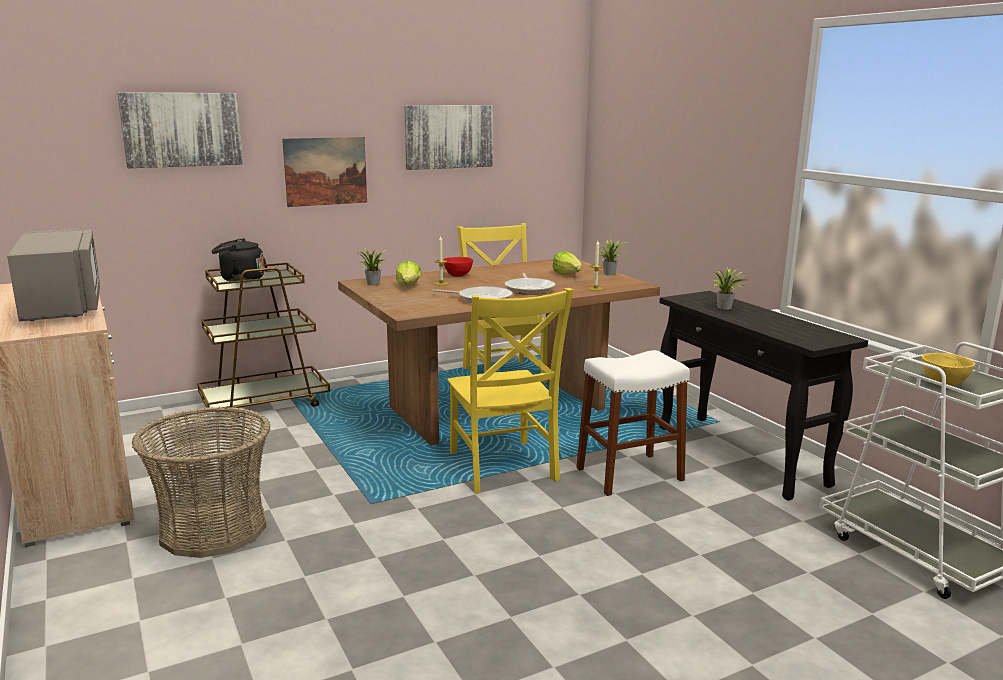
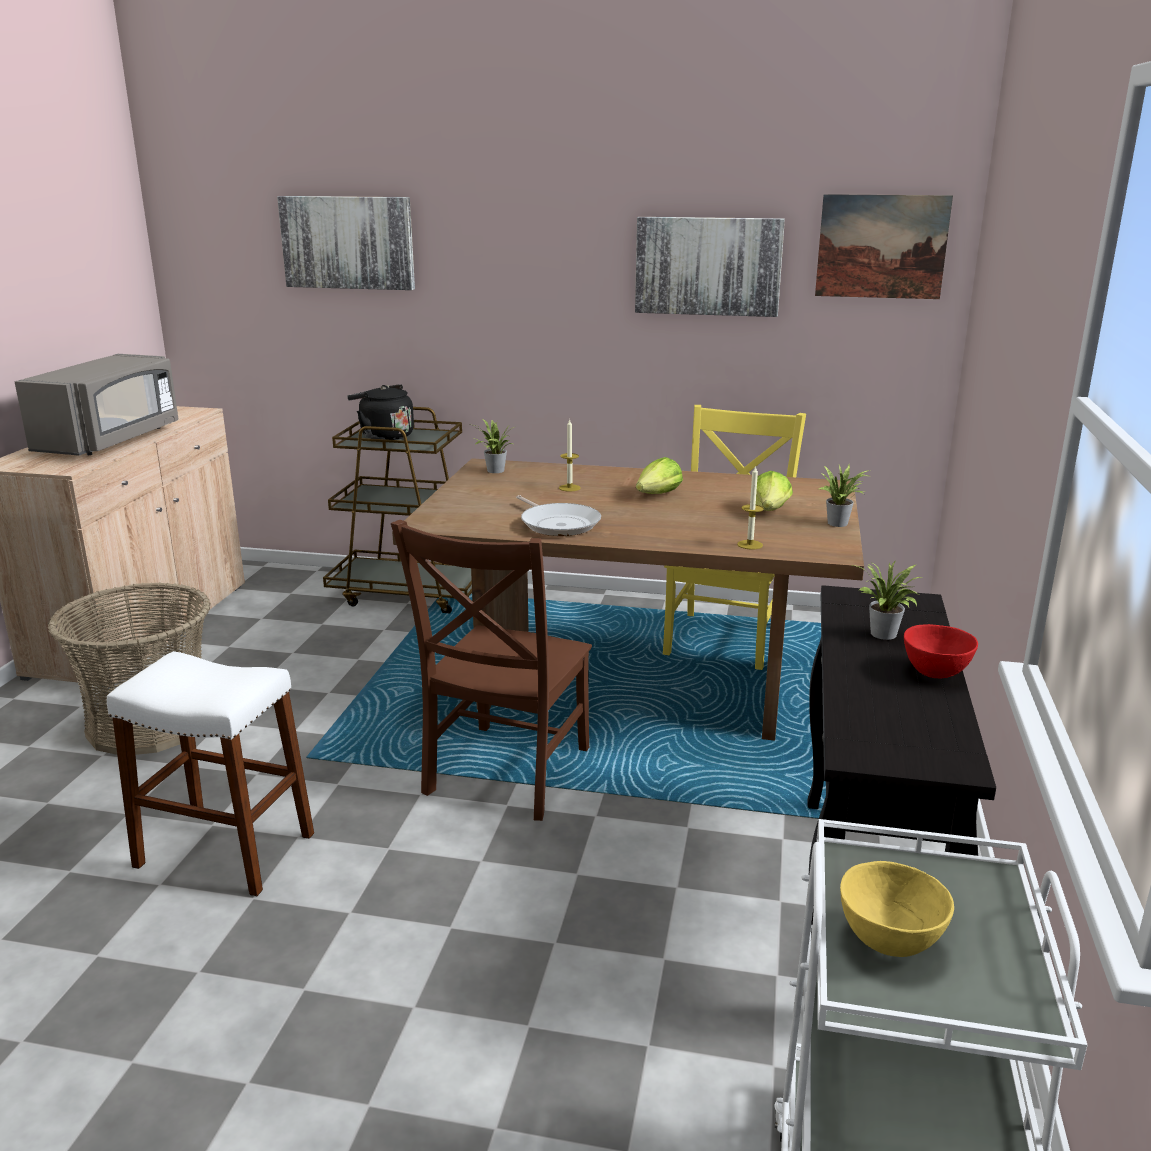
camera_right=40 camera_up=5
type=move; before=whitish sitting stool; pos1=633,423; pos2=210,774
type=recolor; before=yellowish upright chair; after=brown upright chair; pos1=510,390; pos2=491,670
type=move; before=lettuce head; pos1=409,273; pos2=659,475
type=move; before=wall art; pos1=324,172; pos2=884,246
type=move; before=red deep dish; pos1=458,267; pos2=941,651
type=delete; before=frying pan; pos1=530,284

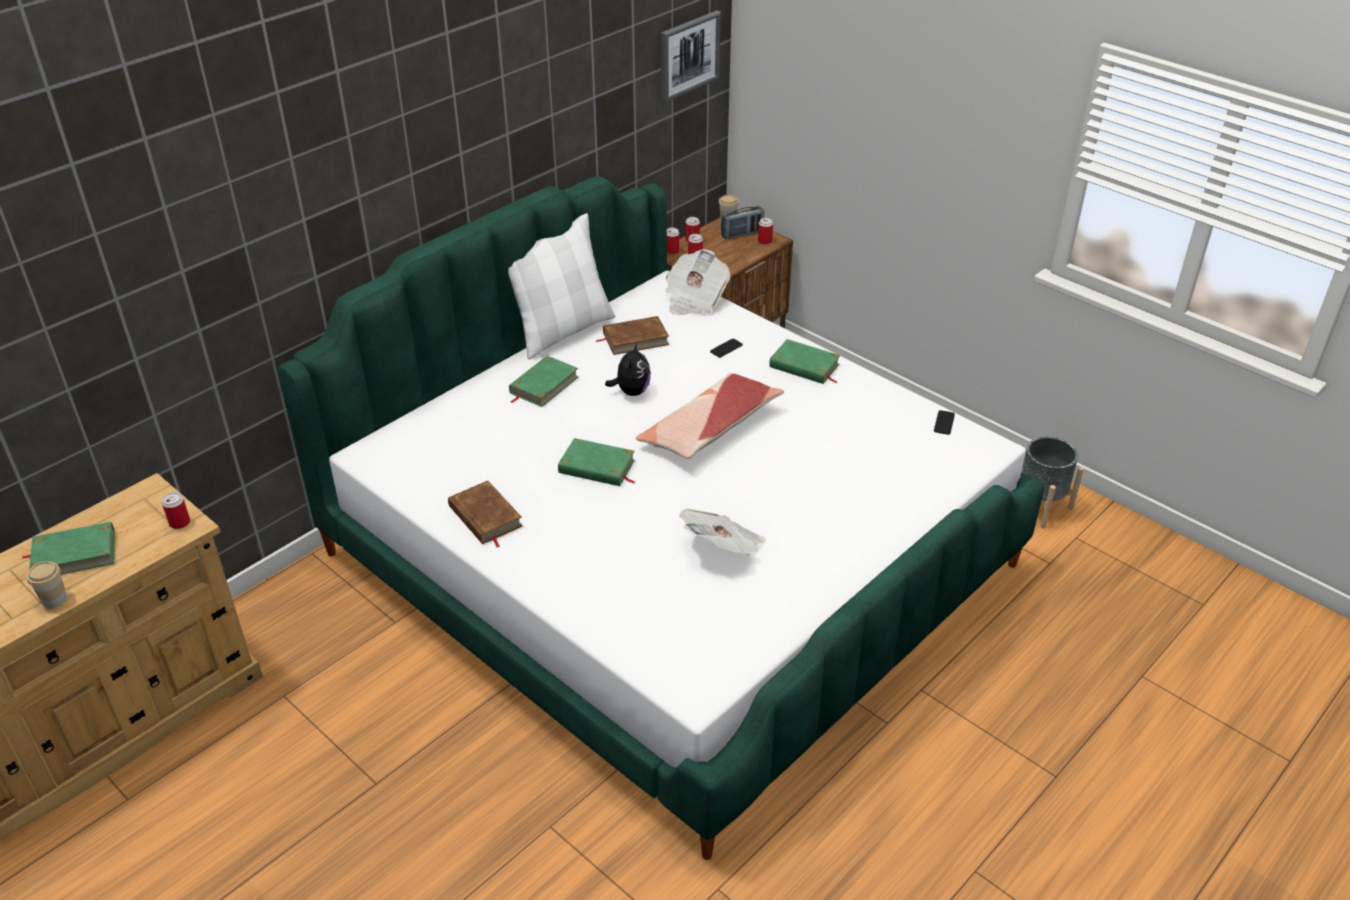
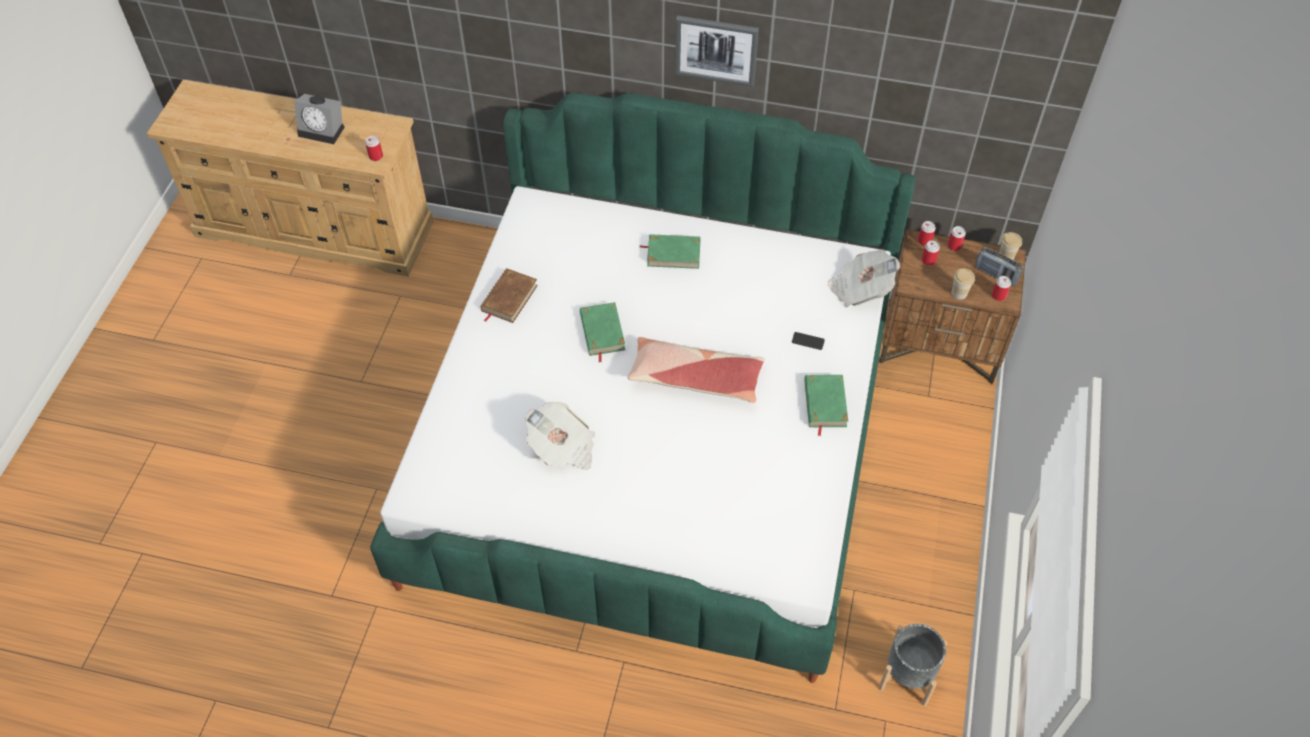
camera_right=60 camera_up=15
type=replace; before=green bound book; after=bedside clock; pos1=68,548; pos2=319,119
type=move; before=wall art; pos1=691,56; pos2=717,51
type=move; before=cup; pos1=46,584; pos2=963,284
type=delete; before=whitish cushion; pos1=561,286
type=delete; before=brown bound book; pos1=632,335
type=delete; before=cuddly toy; pos1=628,369
type=delete; before=phone; pos1=944,422

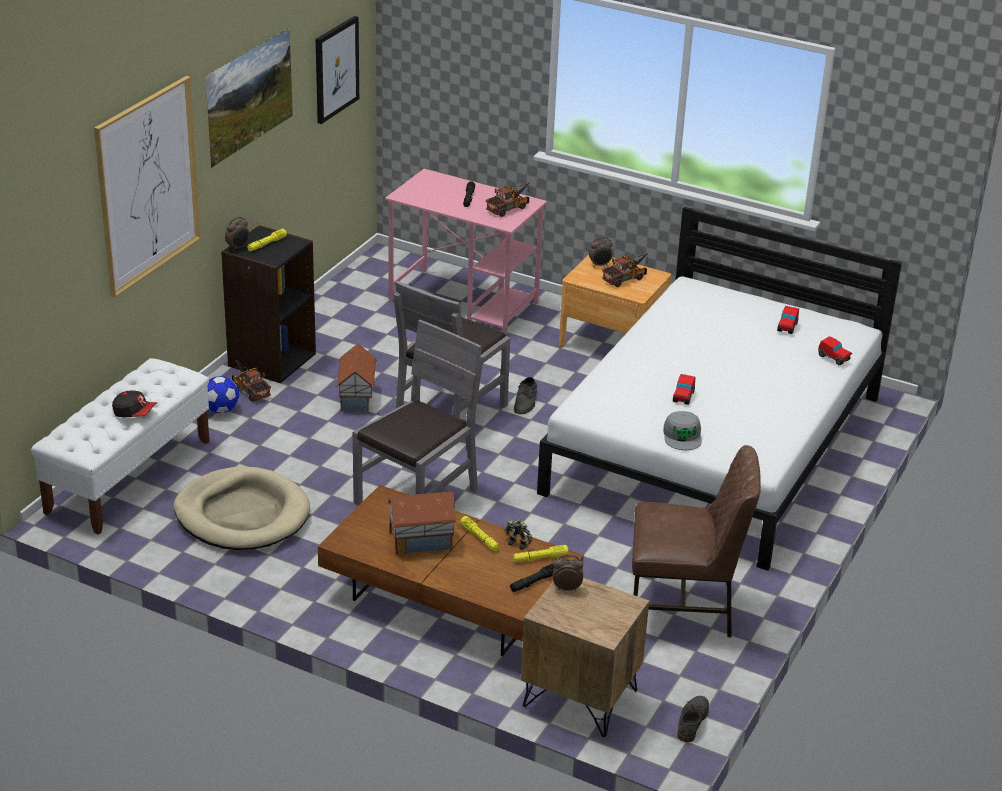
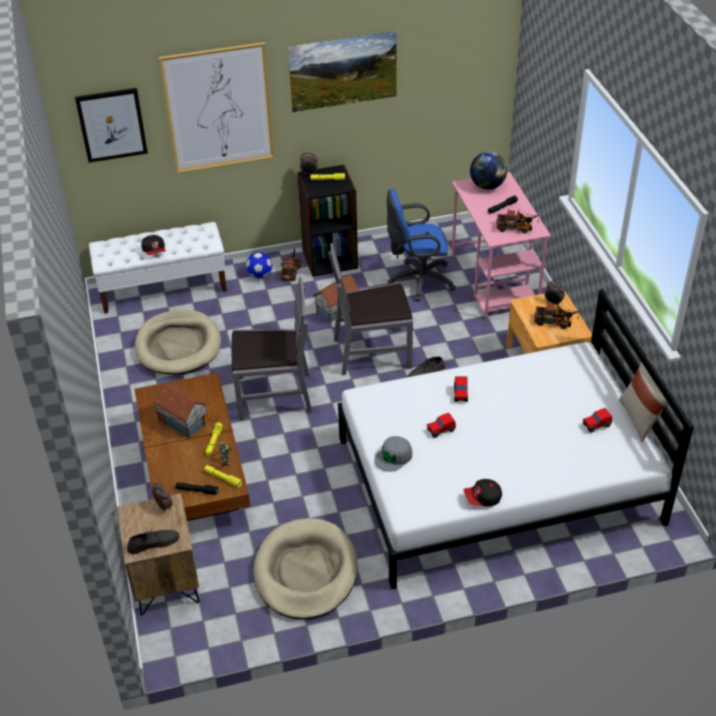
camera_right=50 camera_up=10
type=move; before=wall art; pos1=337,70; pos2=111,125
type=move; before=gray shoe; pos1=693,719; pos2=153,542
type=replace; before=brown upright chair; after=beige-coloured dog cushion; pos1=696,541; pos2=305,569
type=insert; after=blue-coloured desk chair; pos2=421,245
type=move; before=toy car; pos1=835,350; pos2=461,389
type=insert; after=cap; pos2=482,493
type=insert; after=desk globe; pos2=488,171
type=insert; after=beige-coloured cushion; pos2=644,399

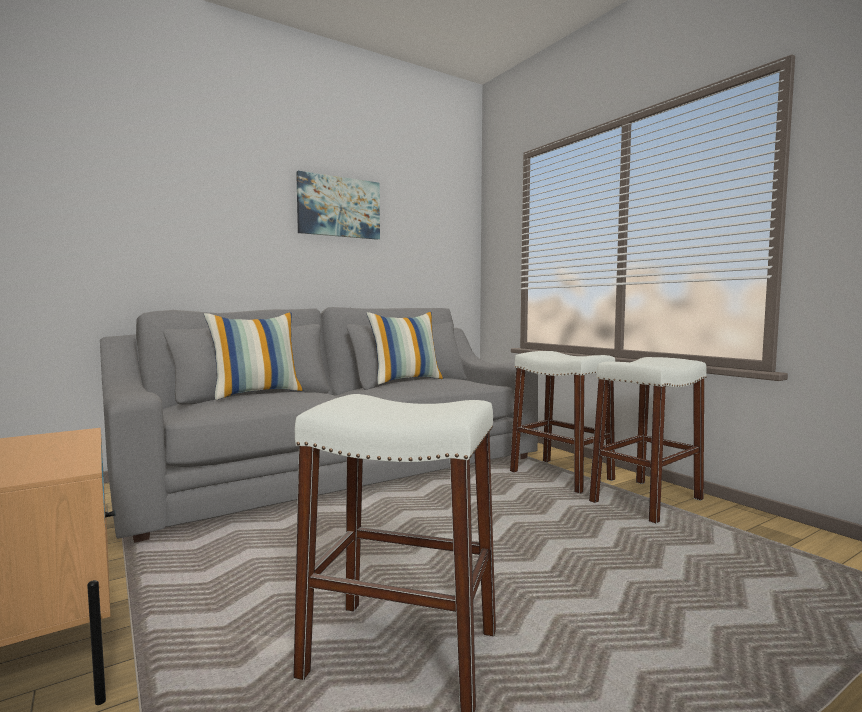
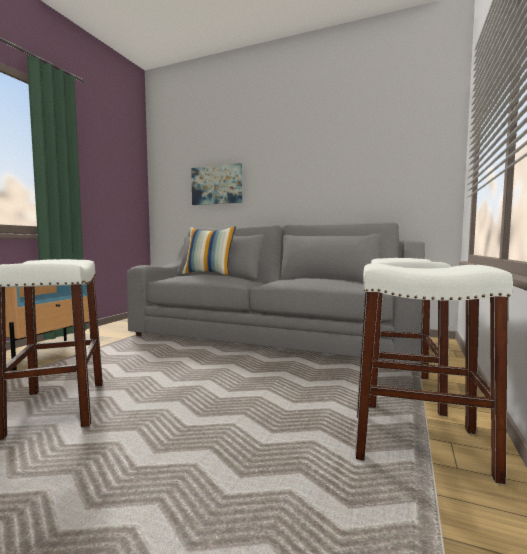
camera_right=55 camera_up=0
type=move; before=wall art; pos1=338,205; pos2=216,184
type=delete; before=cushion; pos1=404,348

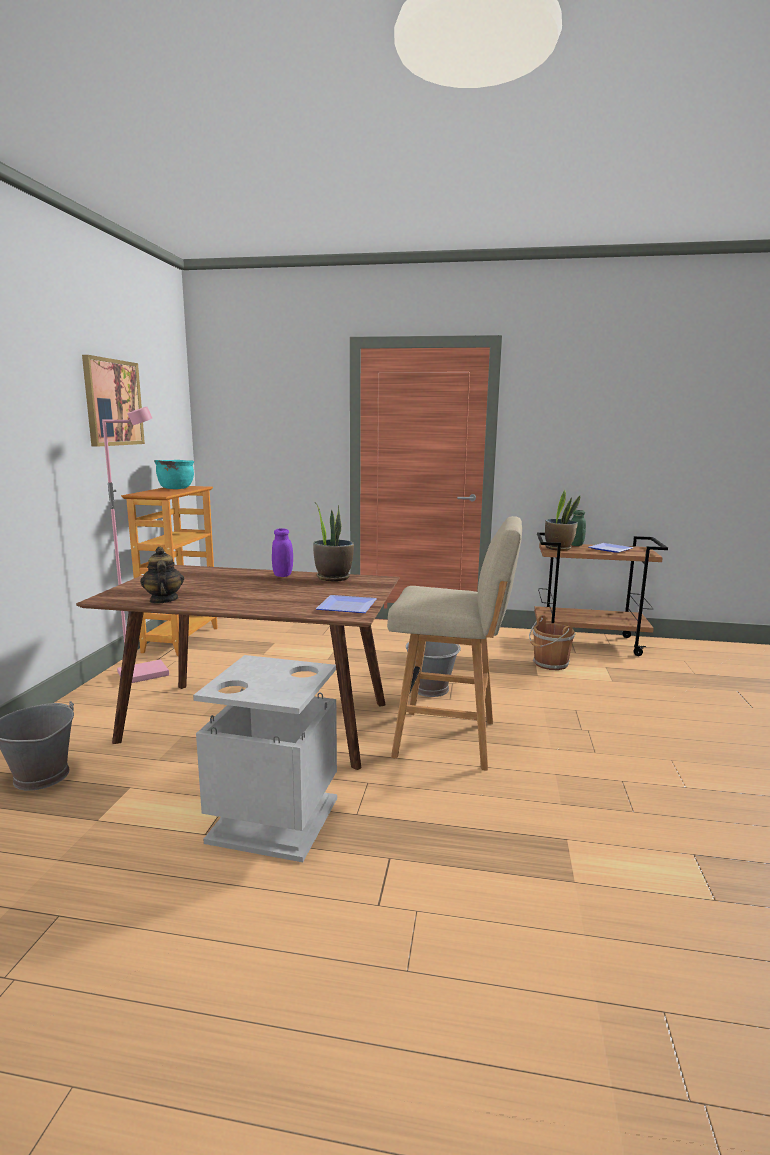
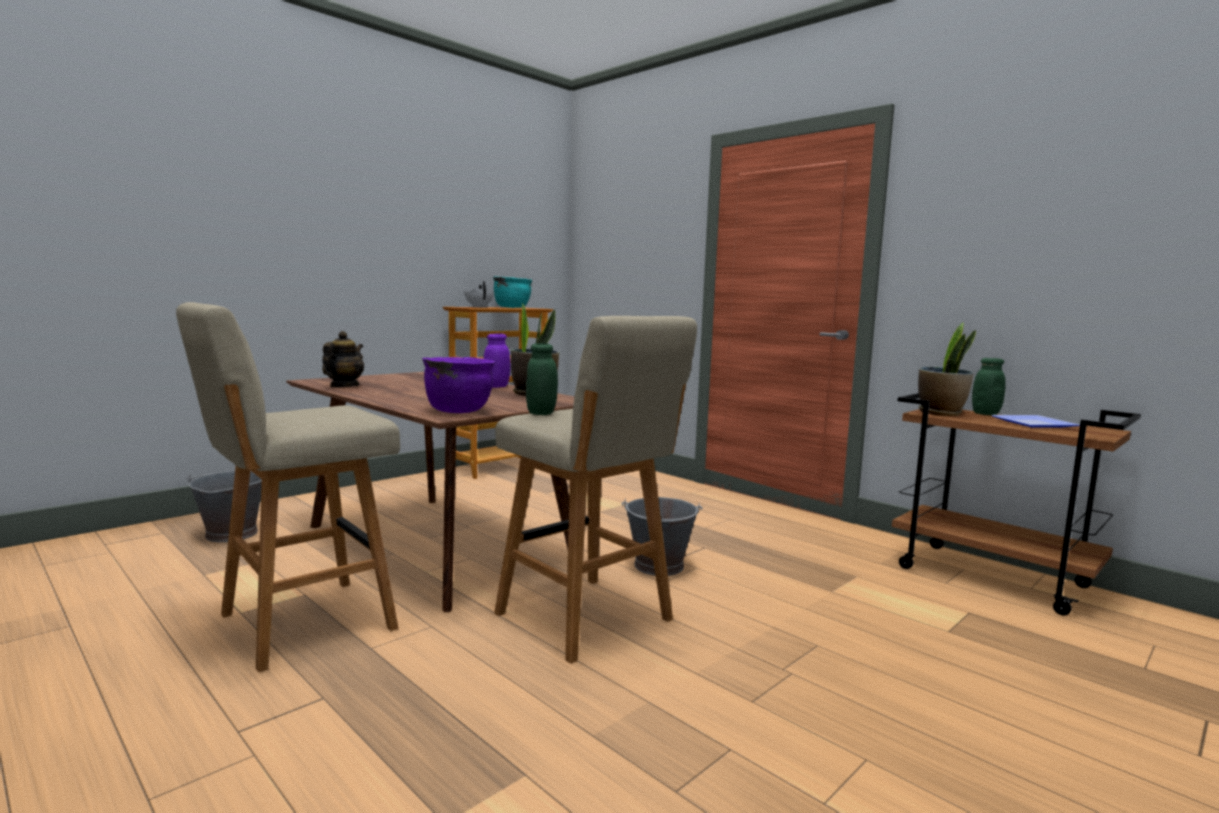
camera_right=35 camera_up=-5
type=replace; before=gray rubbish bin; after=beige-coloured sitting stool; pos1=265,758; pos2=288,487
type=replace; before=plate; after=purple-coloured saucepot; pos1=346,604; pos2=458,385
type=insert; after=whitish tea pot; pos2=479,294
type=insert; after=green preserve jar; pos2=542,379
type=delete; before=wall art; pos1=113,401
type=delete; before=pink standard lamp; pos1=135,545
type=delete; before=brown bucket; pos1=552,642

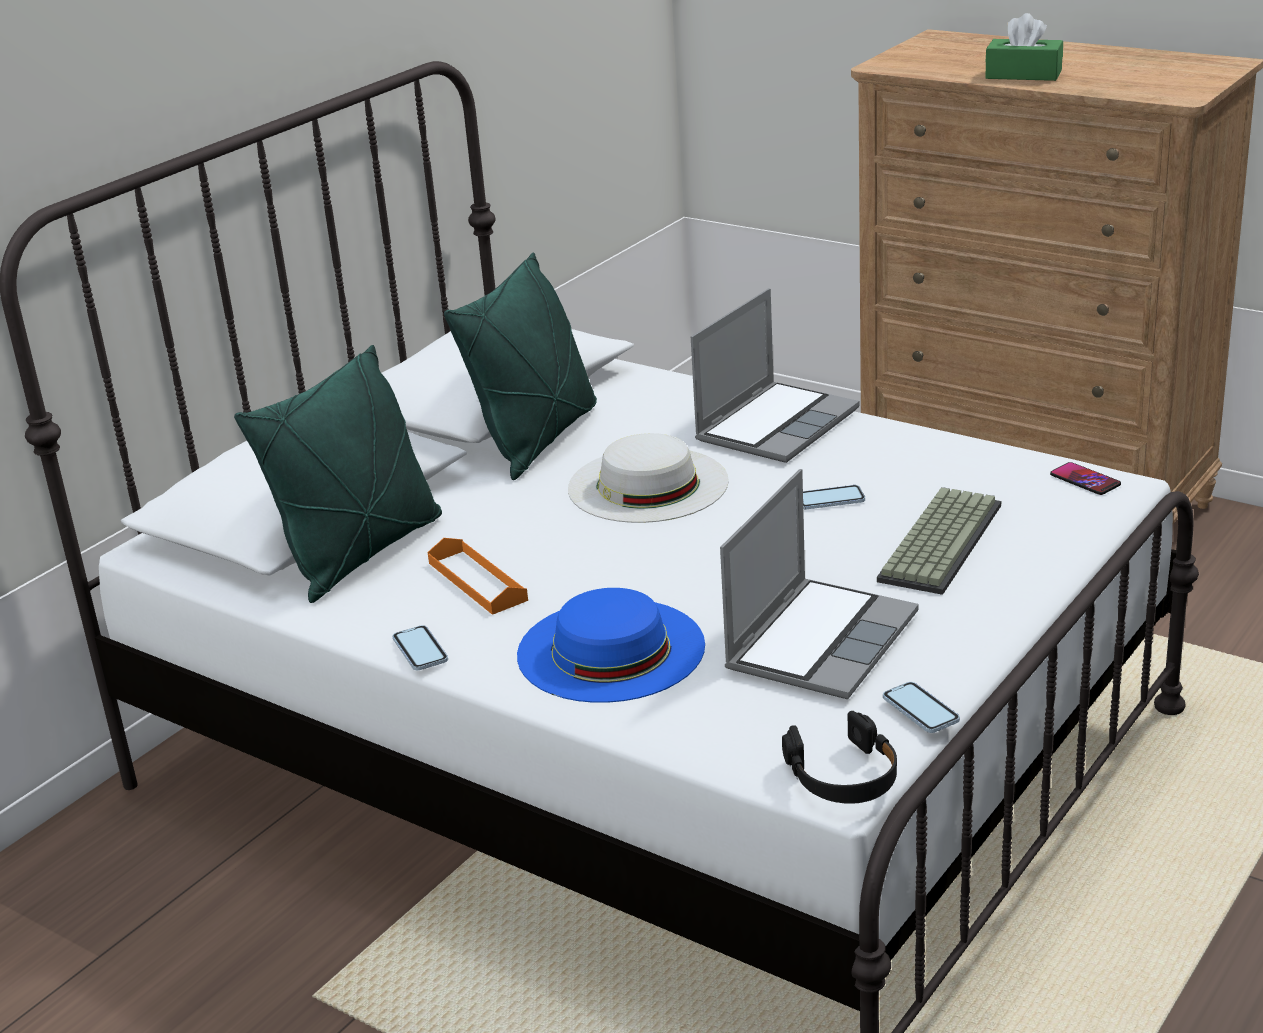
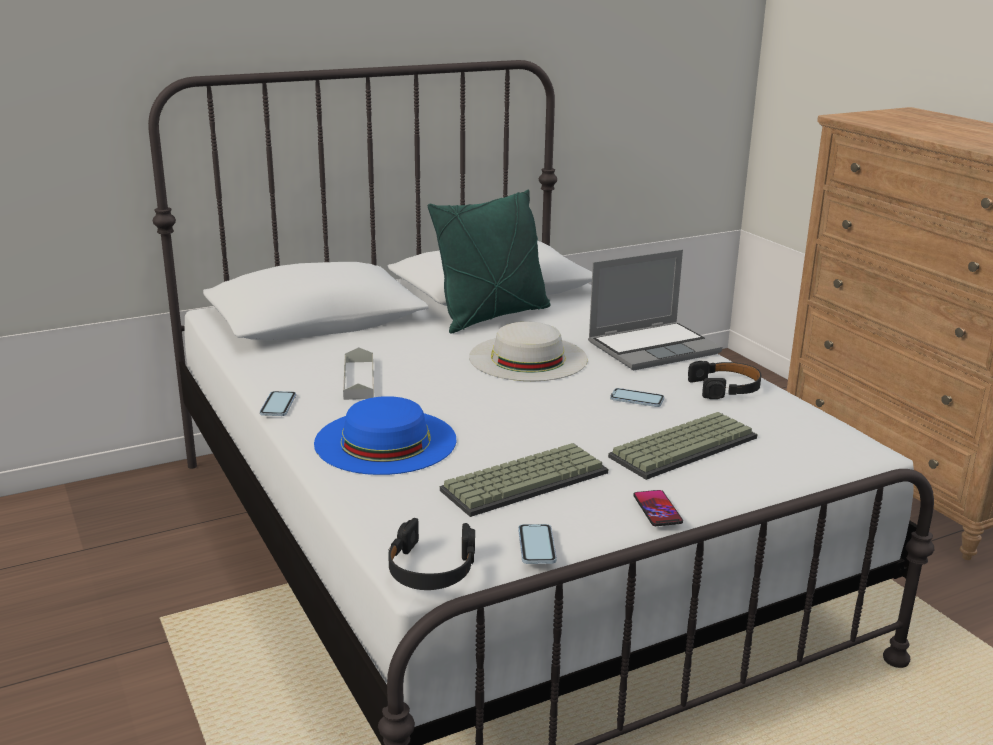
camera_right=25 camera_up=-5
type=recolor; before=orange tray; after=gray tray; pos1=478,576; pos2=358,373
type=replace; before=notebook computer; after=computer keyboard; pos1=819,584; pos2=524,480
type=move; before=phone; pos1=1085,478; pos2=658,508
type=insert; after=blackish headphones; pos2=724,380
type=delete; before=green cushion; pos1=338,474
type=delete; before=green tissue holder; pos1=1024,47

